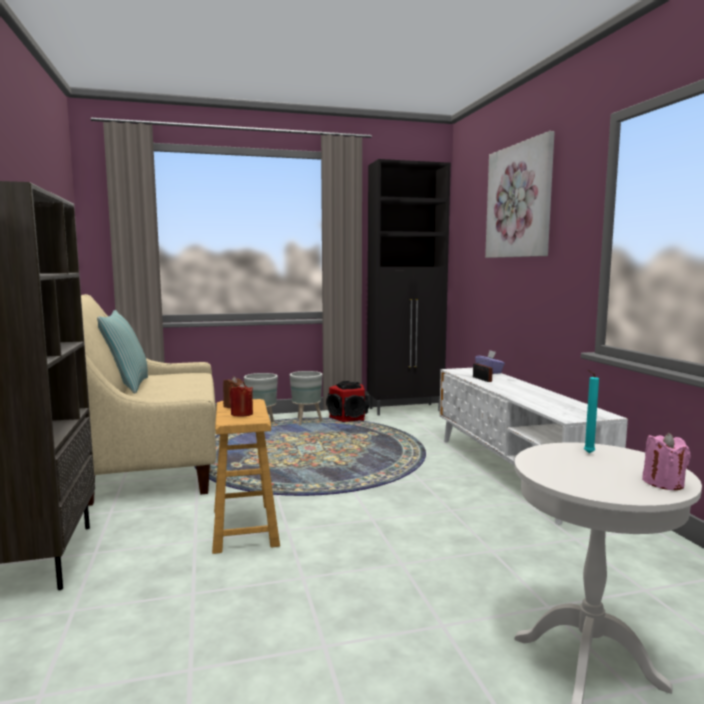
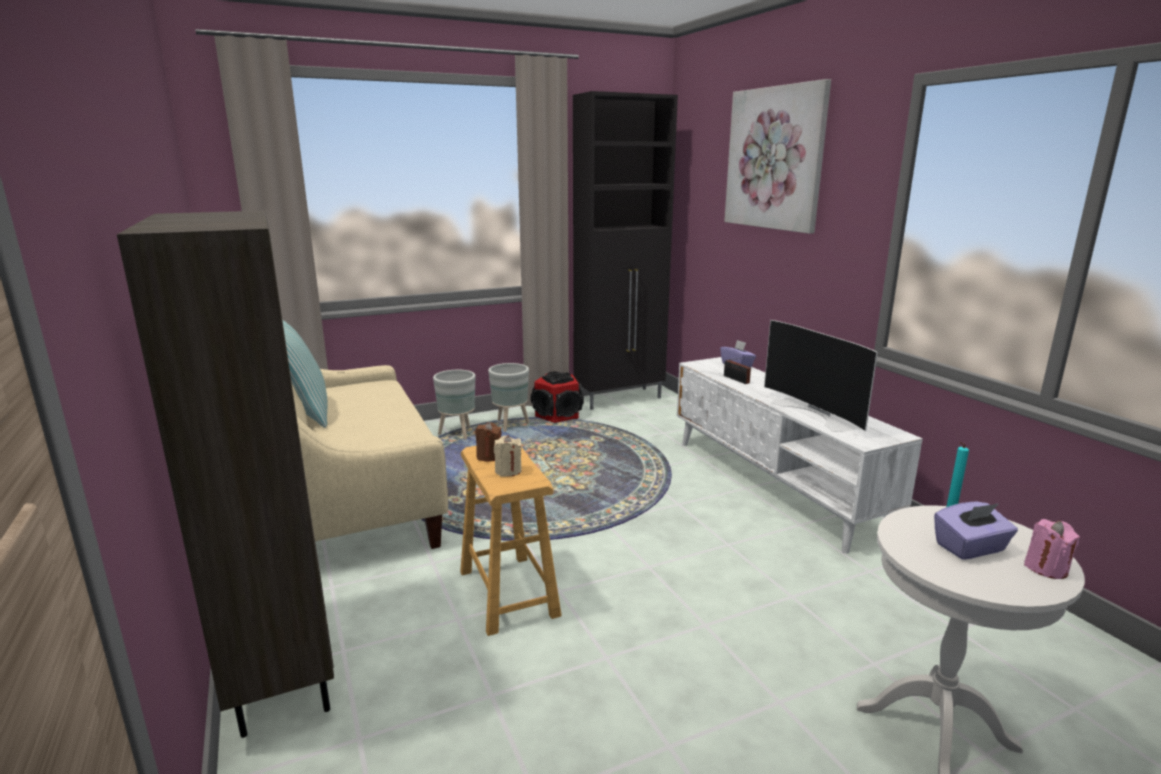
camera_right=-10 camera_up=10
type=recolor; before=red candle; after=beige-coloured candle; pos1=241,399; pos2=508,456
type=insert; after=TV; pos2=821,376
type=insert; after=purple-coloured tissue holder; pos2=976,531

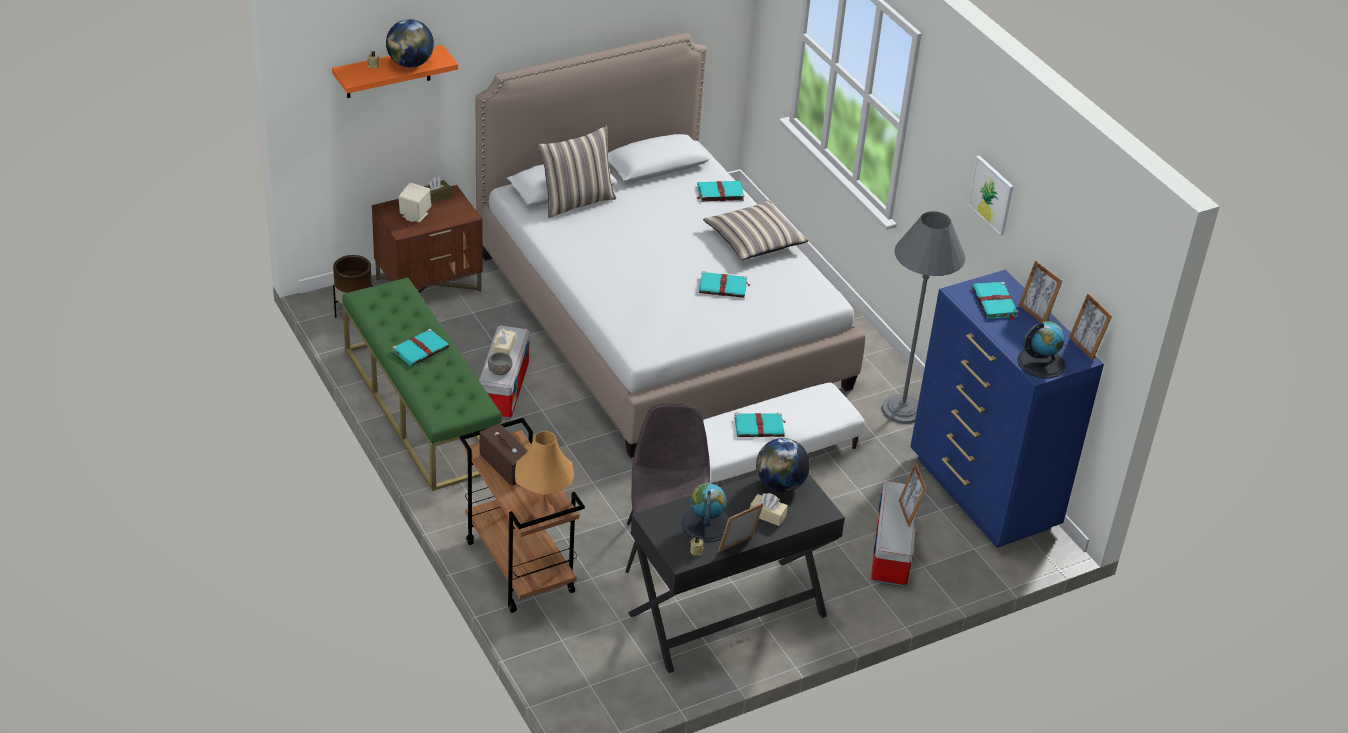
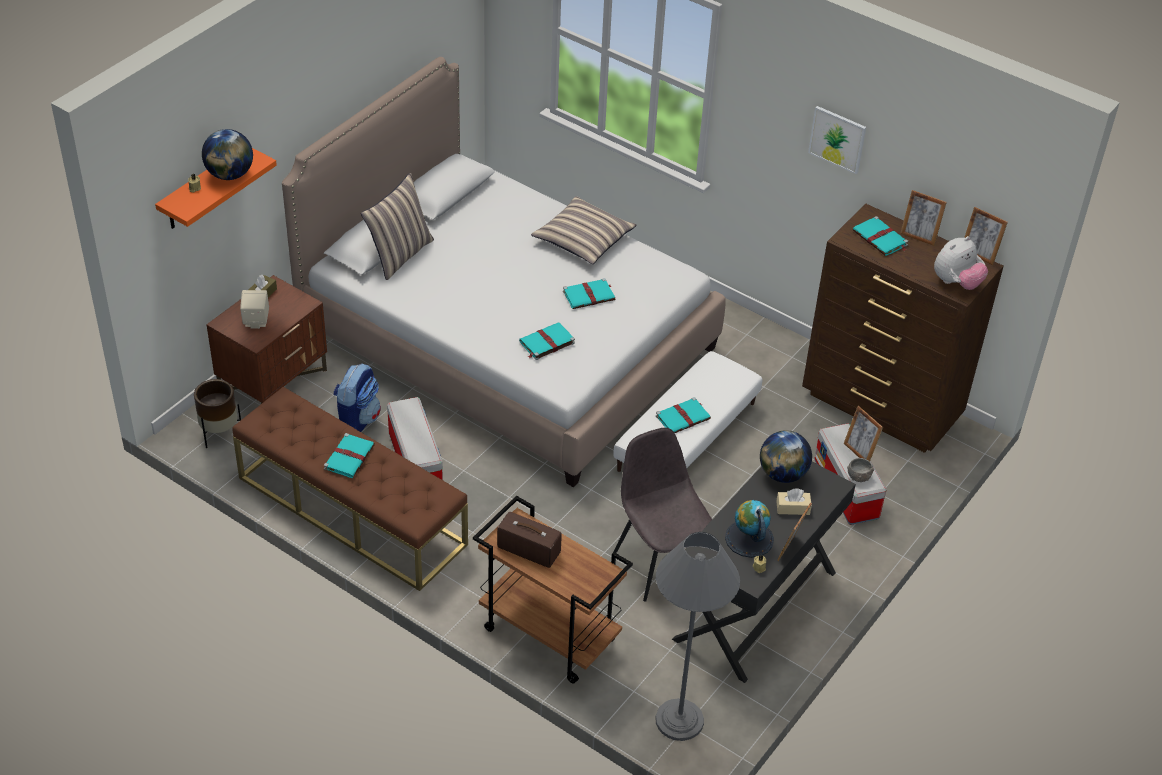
camera_right=-25 camera_up=5
type=recolor; before=green indoor bench; after=brown indoor bench; pos1=422,384; pos2=350,489
type=insert; after=knapsack; pos2=357,397
type=move; before=turquoise bound book; pos1=720,191; pos2=547,341
type=move; before=gray standard lamp; pos1=923,317; pos2=697,636
type=recolor; before=blue-coloured dresser; after=brown dresser; pos1=1007,409; pos2=903,328
type=move; before=gray deep dish; pos1=500,363; pos2=860,470
type=replace; before=desk globe; after=cuddly toy; pos1=1041,350; pos2=961,263
type=delete; before=beige-coloured tissue holder; pos1=504,342
type=delete; before=orange tabletop lamp; pos1=544,474

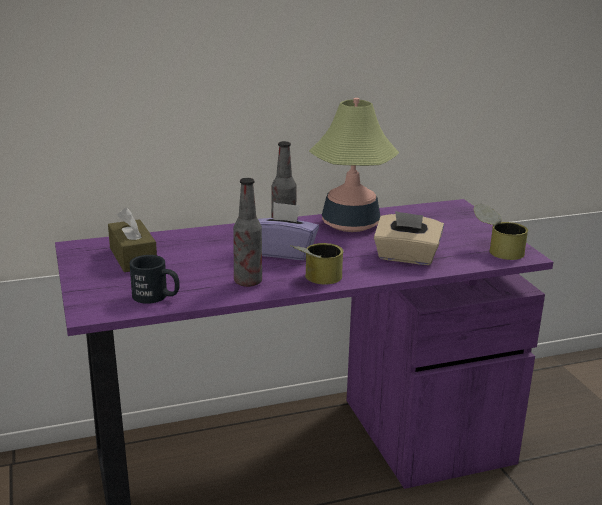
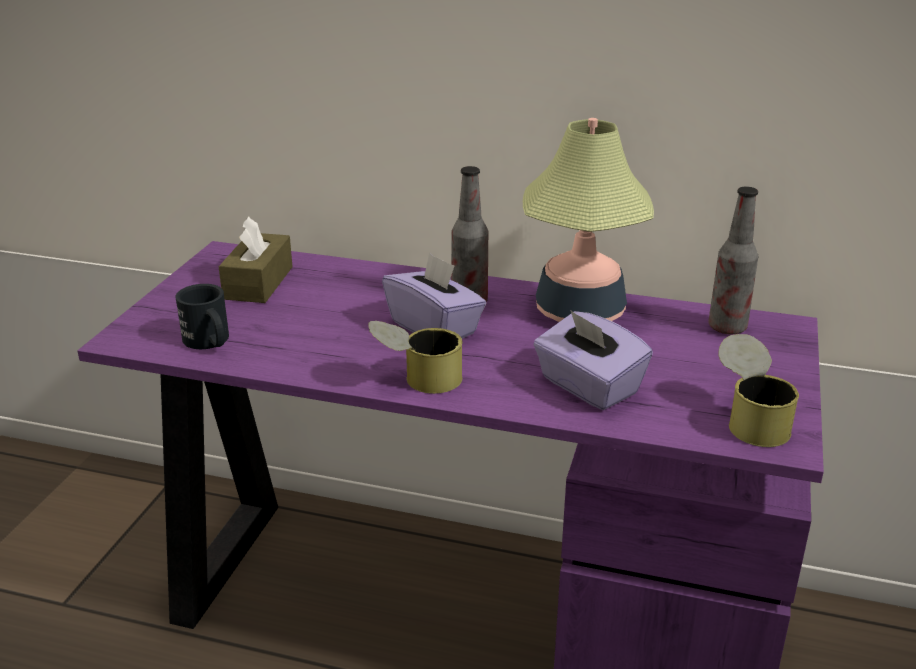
camera_right=35 camera_up=5
type=recolor; before=beige-coloured tissue holder; after=purple-coloured tissue holder; pos1=409,238; pos2=593,360
type=move; before=drink bottle; pos1=247,232; pos2=733,260

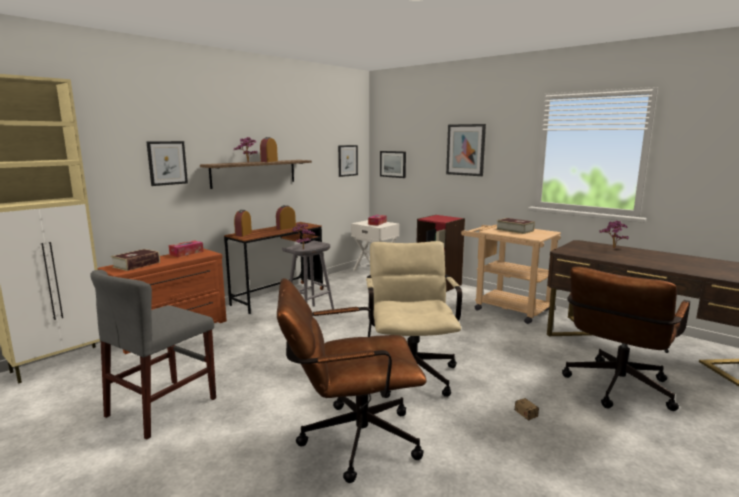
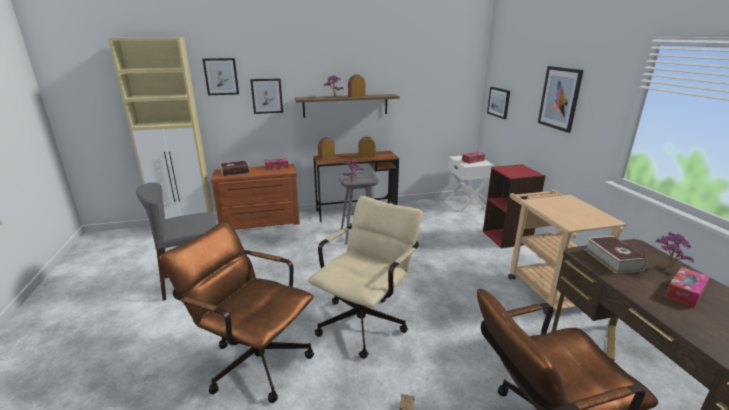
camera_right=35 camera_up=10
type=move; before=wall art; pos1=348,161; pos2=221,76
type=move; before=bound book; pos1=515,226; pos2=616,255
type=insert; after=tissue holder; pos2=687,287

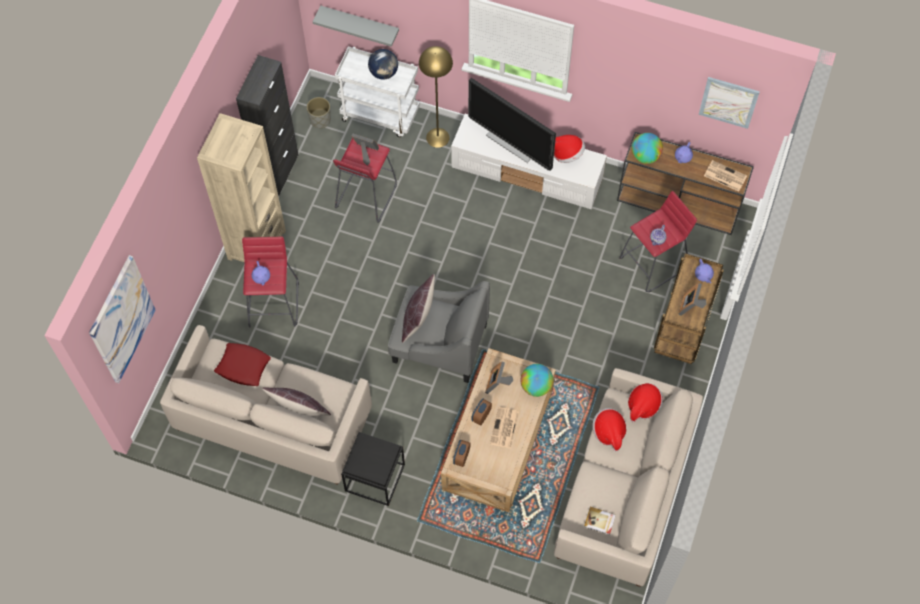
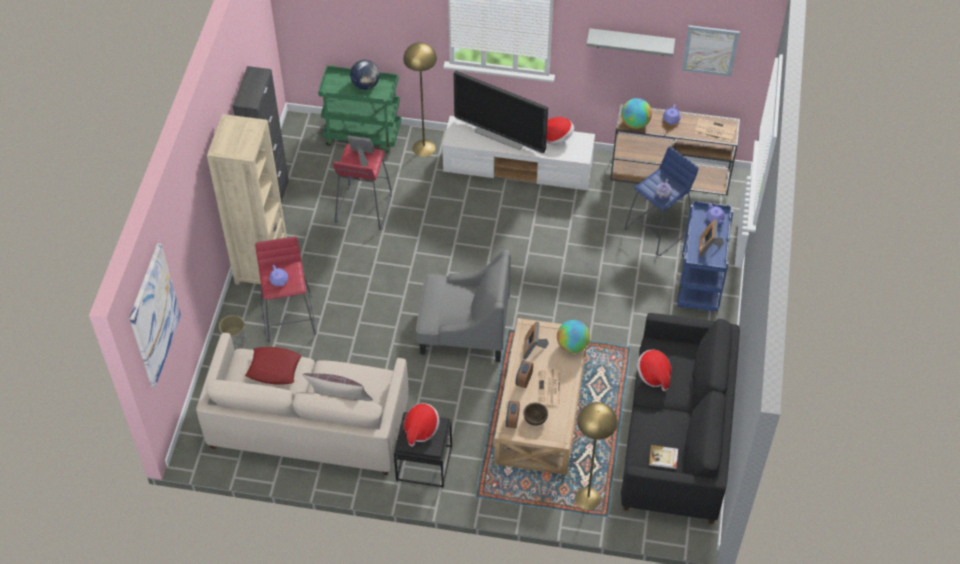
camera_right=-10 camera_up=-10
type=move; before=gray plant pot; pos1=319,112; pos2=232,332
type=recolor; before=whitish wheeled cart; after=green wheeled cart; pos1=377,91; pos2=359,109
type=move; before=clothing hat; pos1=645,402; pos2=421,425
type=insert; after=brown deep dish; pos2=535,414
type=insert; after=yellowish standard lamp; pos2=596,456
type=move; before=gray bracket shelf; pos1=356,26; pos2=630,42
type=recolor; before=beige-coloured couch; after=blackish couch; pos1=628,477; pos2=680,418
type=recolor; before=red sitting stool; after=blue-coloured sitting stool; pos1=658,241; pos2=661,201
type=recolor; before=brown wheeled cart; after=blue-coloured wheeled cart; pos1=689,308; pos2=705,256
type=delete; before=brown cushion; pos1=418,308

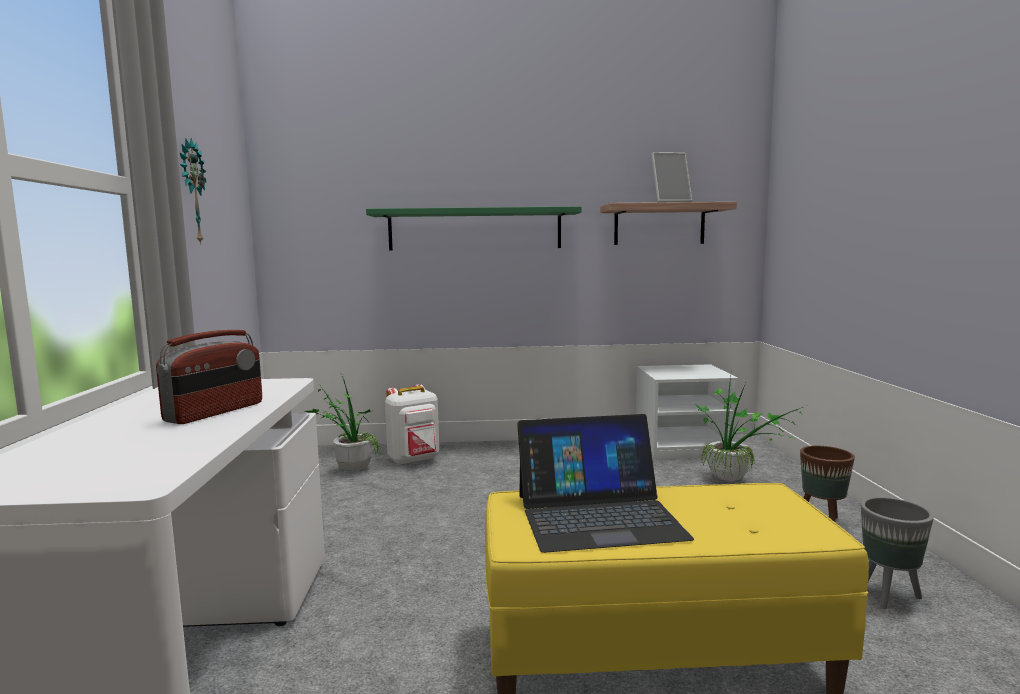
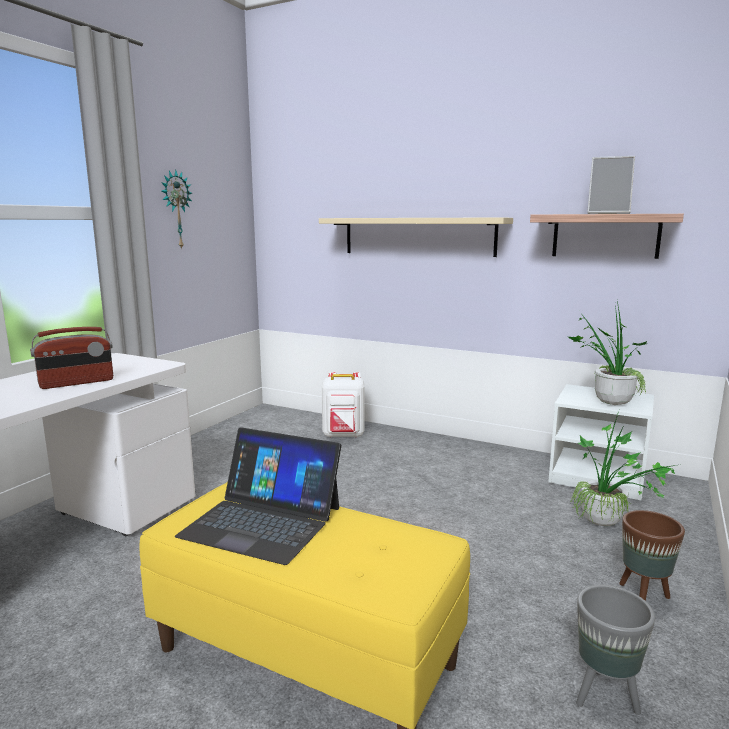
camera_right=30 camera_up=5
type=recolor; before=green bracket shelf; after=beige-coloured bracket shelf; pos1=474,228; pos2=416,237
type=move; before=plant in a pot; pos1=343,423; pos2=607,353

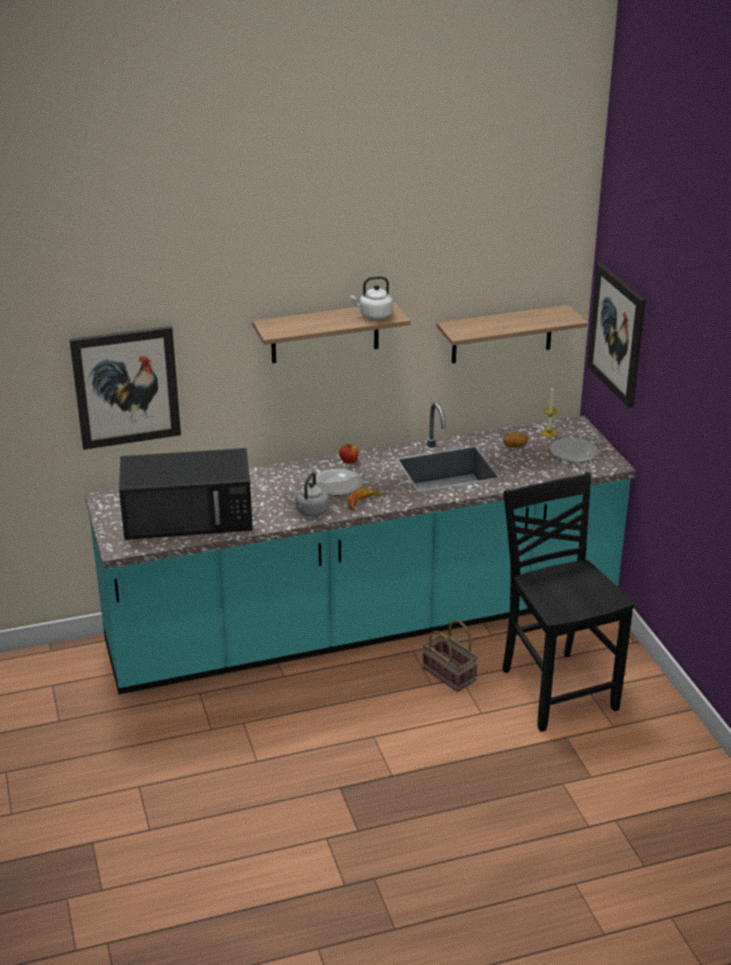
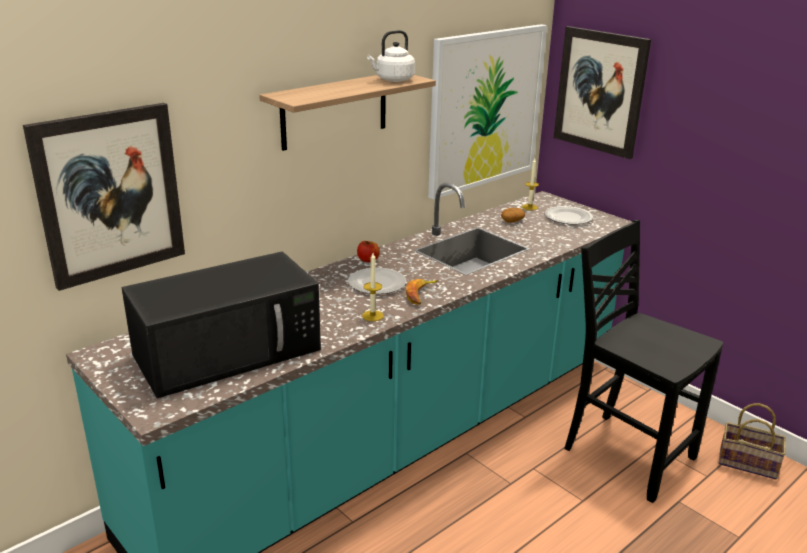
camera_right=-25 camera_up=-5
type=replace; before=gray kettle; after=candle; pos1=312,494; pos2=373,287
type=replace; before=bracket shelf; after=wall art; pos1=512,334; pos2=487,112
type=move; before=household basket; pos1=450,656; pos2=752,441

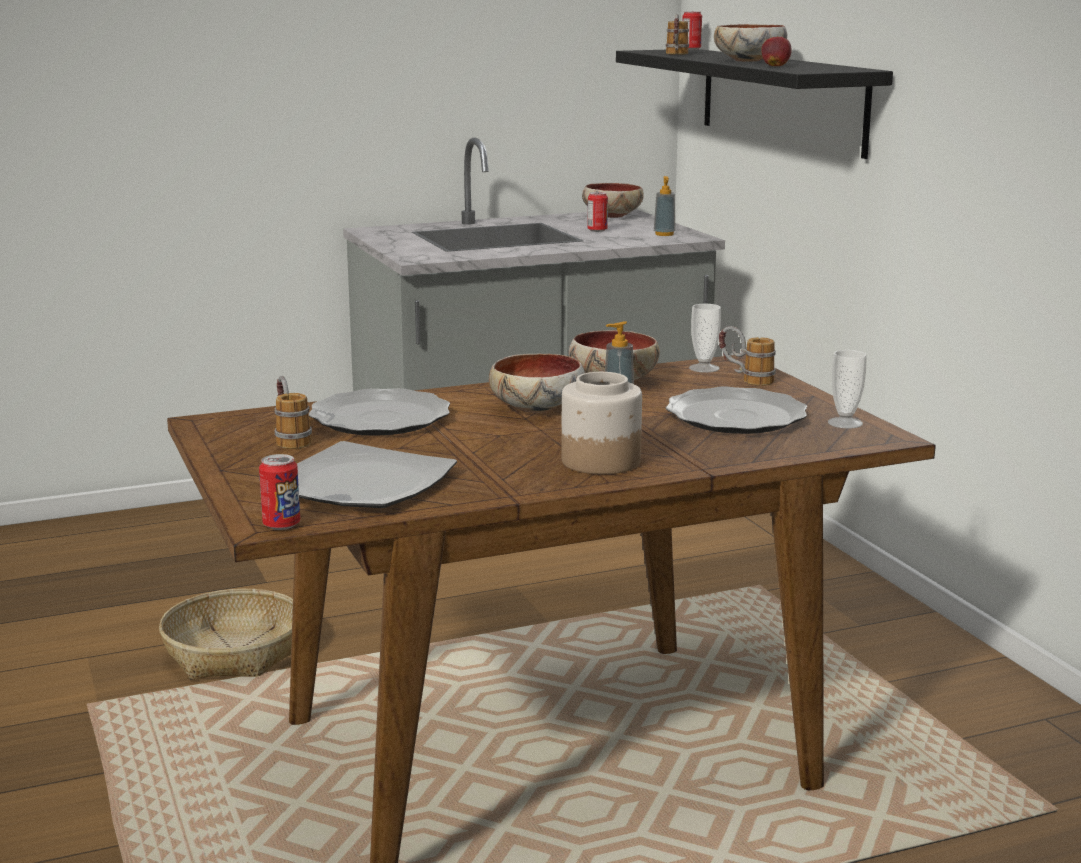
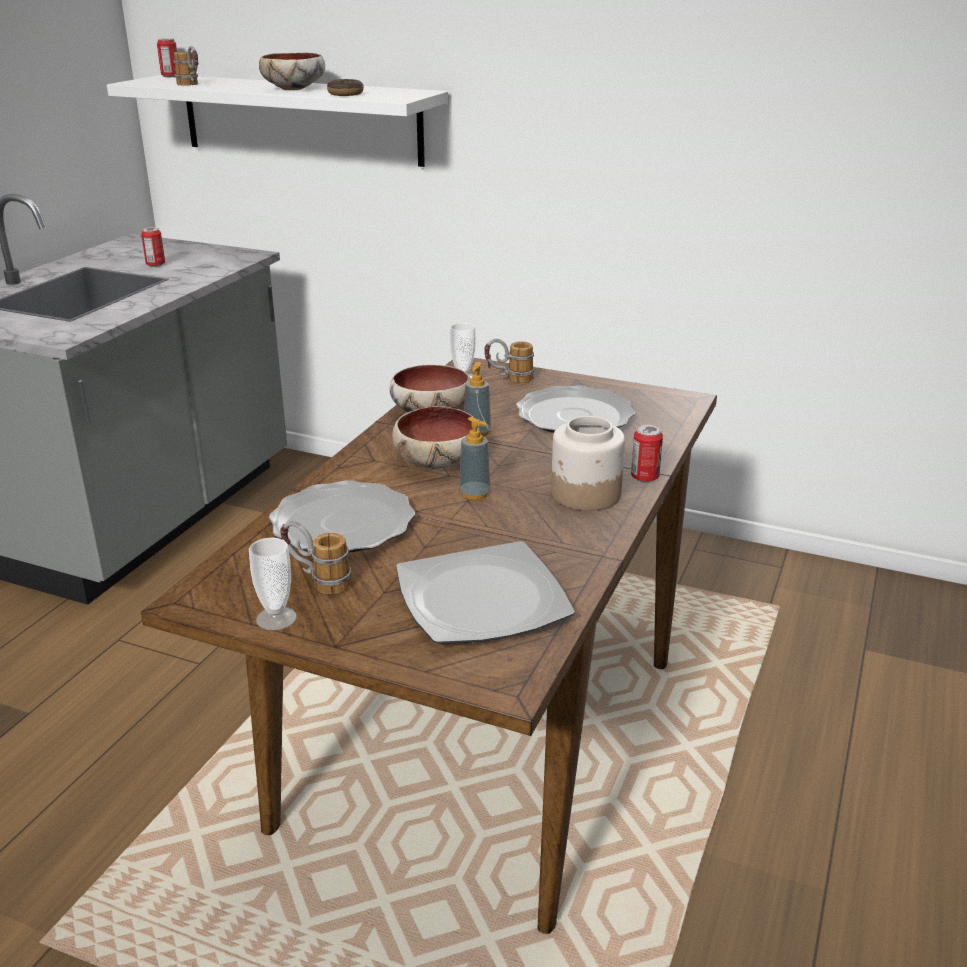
camera_right=-45 camera_up=10
type=recolor; before=blackish bracket shelf; after=whitish bracket shelf; pos1=754,104; pos2=277,121
type=move; before=cup; pos1=847,389; pos2=273,583
type=replace; before=apple; after=doughnut; pos1=776,51; pos2=345,87
type=move; before=soap dispenser; pos1=665,206; pos2=475,458
type=move; before=metal can; pos1=279,492; pos2=647,453
type=delete; before=household basket; pos1=226,634
type=delete; before=deep dish; pos1=613,200

